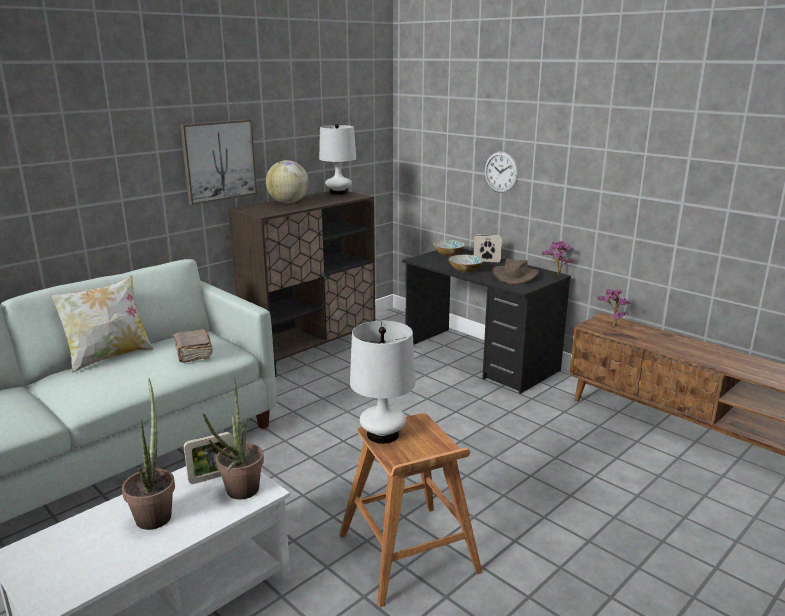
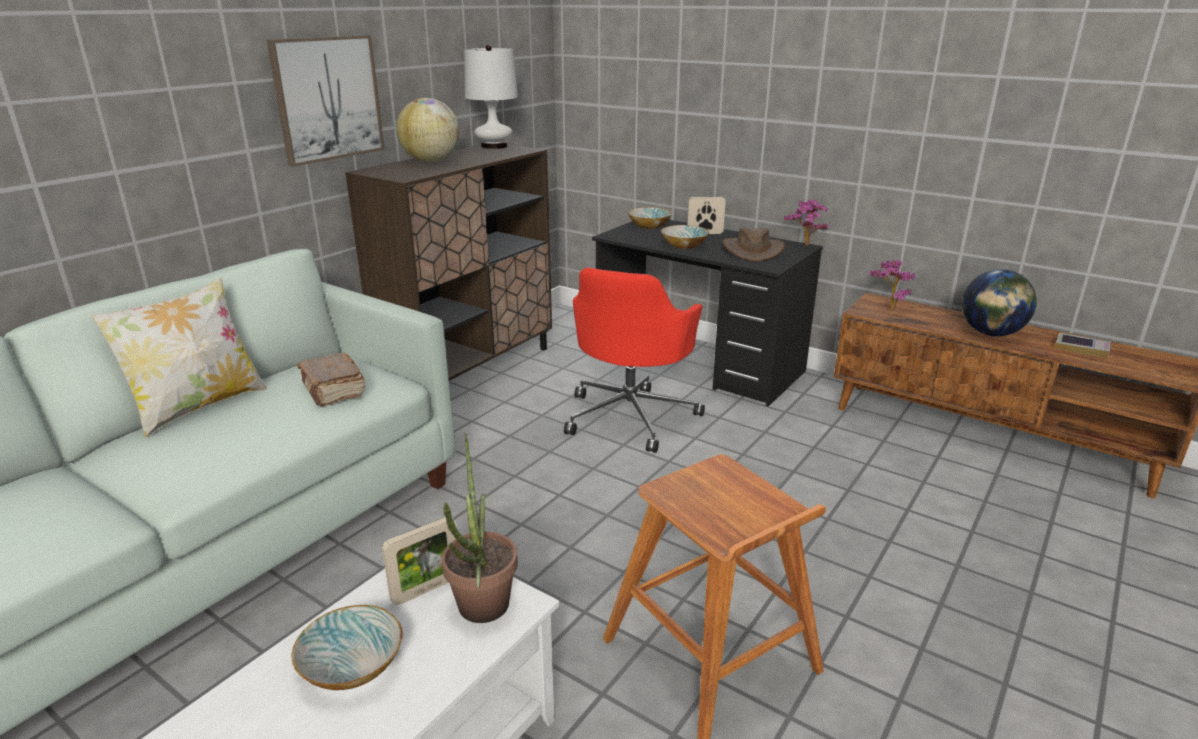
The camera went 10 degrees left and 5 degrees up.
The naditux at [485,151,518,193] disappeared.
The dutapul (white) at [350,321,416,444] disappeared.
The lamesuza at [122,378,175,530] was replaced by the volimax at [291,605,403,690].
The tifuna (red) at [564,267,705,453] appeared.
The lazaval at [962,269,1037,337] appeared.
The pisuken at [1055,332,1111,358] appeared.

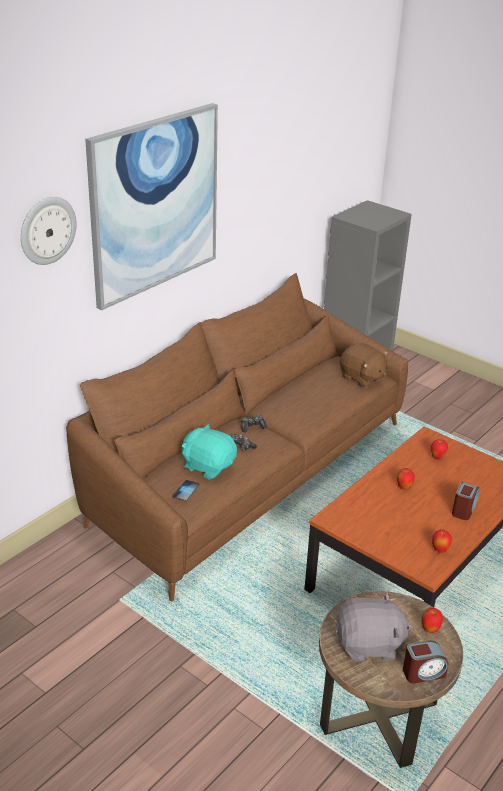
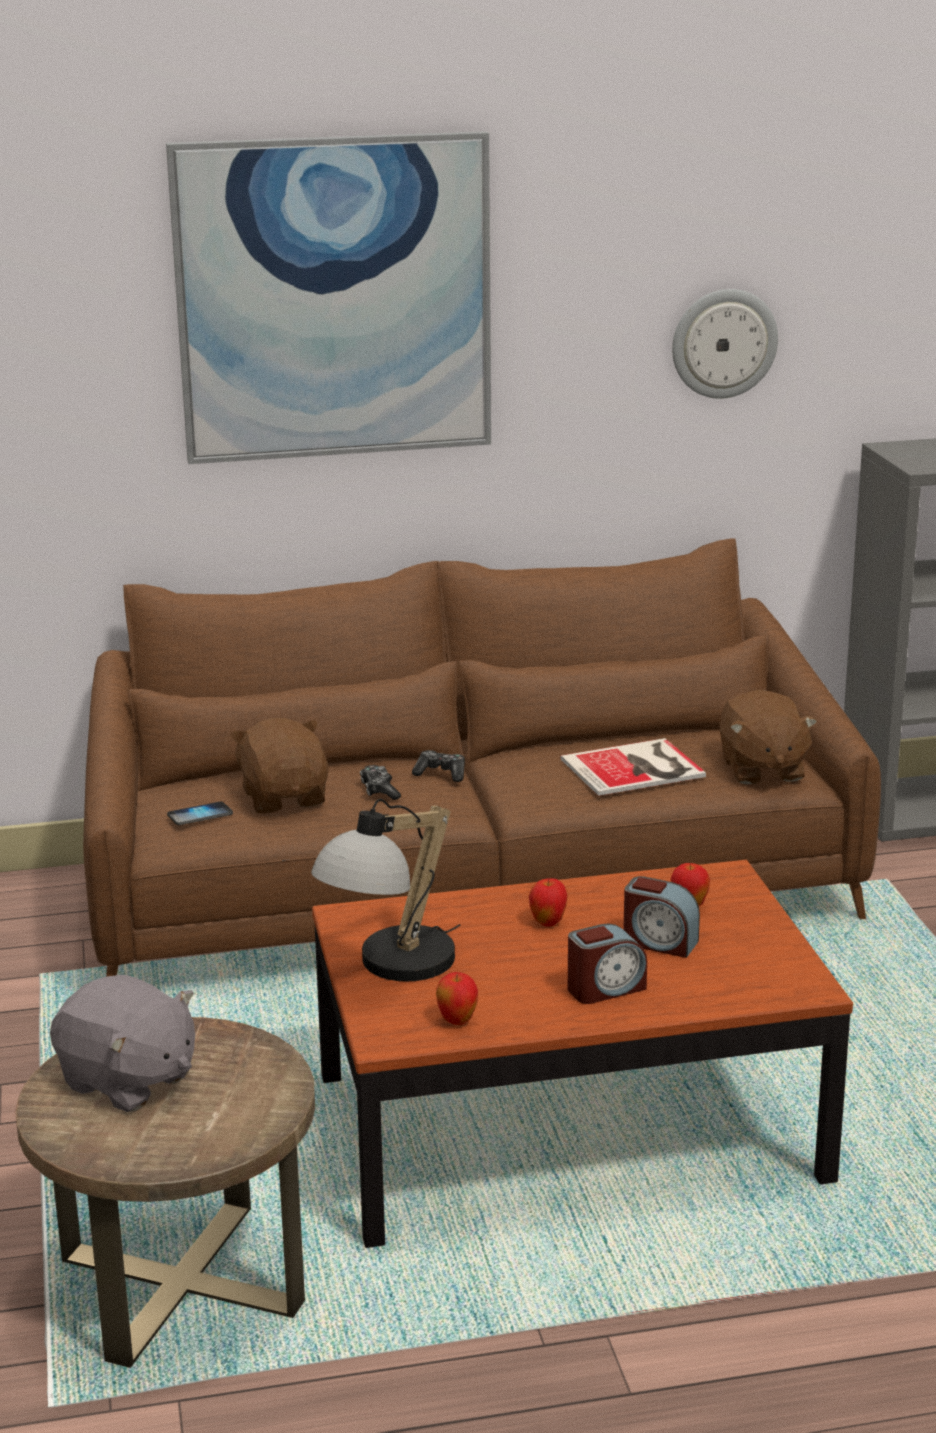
The camera went 40 degrees right and 10 degrees down.
The naditux moved from [21,197,77,265] to [672,289,778,399].
The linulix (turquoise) at [181,424,237,480] became the linulix (brown) at [229,718,329,814].
The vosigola at [422,608,443,633] disappeared.
The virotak moved from [403,640,448,683] to [623,876,700,958].
The pisuken at [560,738,706,796] appeared.
The dutapul at [311,799,461,981] appeared.

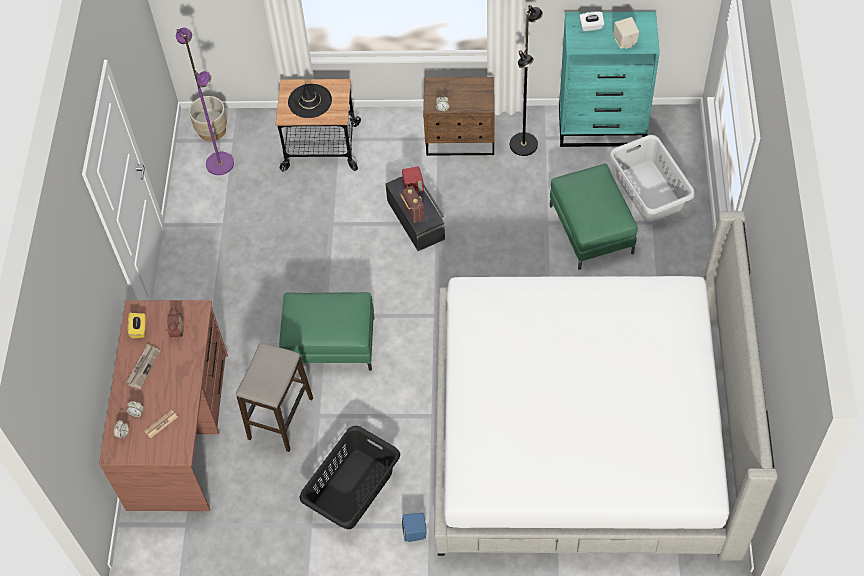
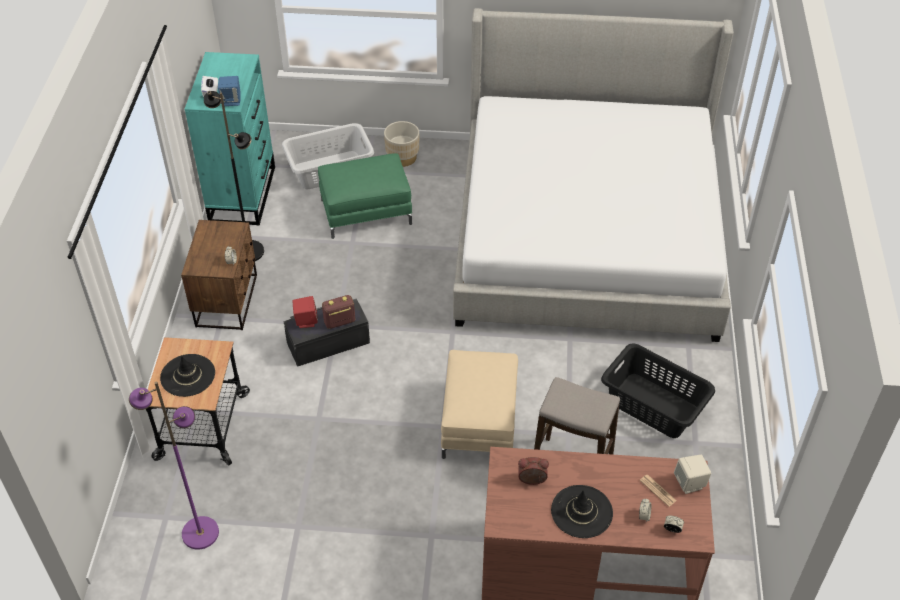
The camera went 90 degrees left and 10 degrees down.
The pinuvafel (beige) moved from [613,17,639,49] to [674,455,712,494].
The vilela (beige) moved from [189,96,227,141] to [384,121,419,167].
The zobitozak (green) at [279,292,375,371] became the zobitozak (beige) at [441,350,518,459].
The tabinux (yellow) at [128,313,145,338] disappeared.
The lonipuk at [127,344,160,389] was replaced by the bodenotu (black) at [551,485,613,538].
The pinuvafel (blue) moved from [402,513,427,542] to [218,76,240,106].

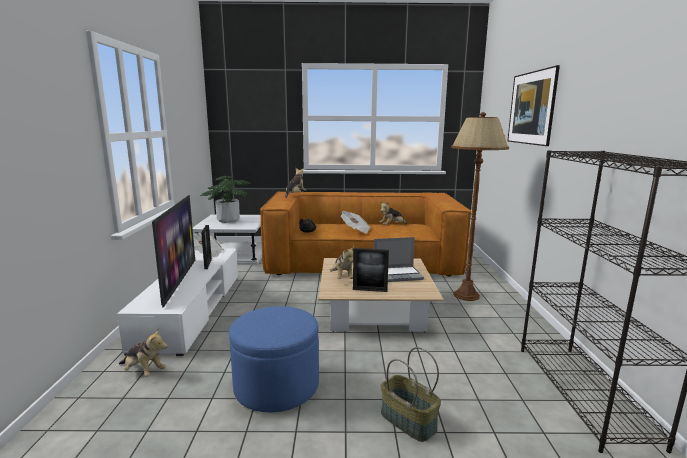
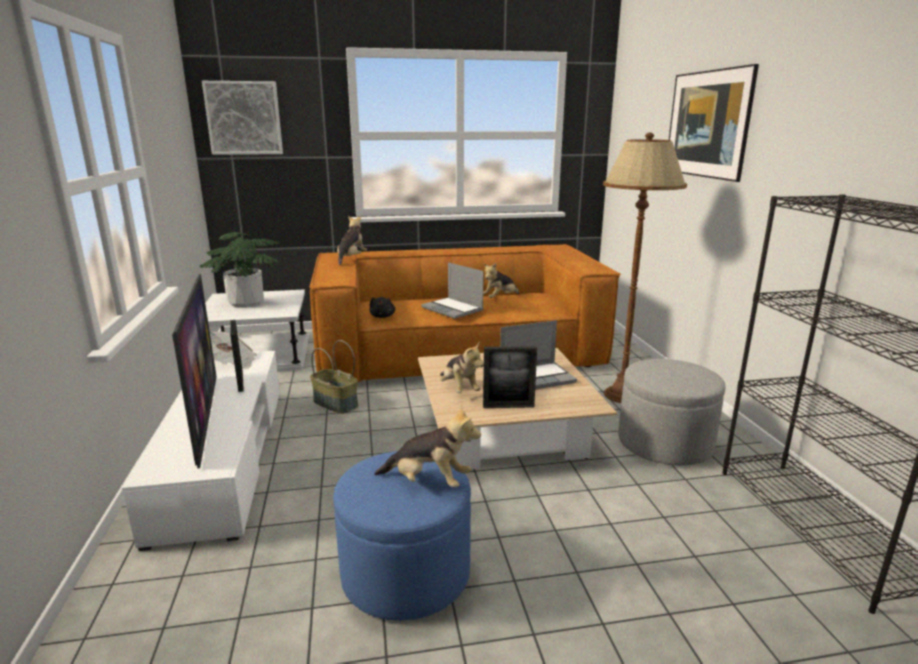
The camera went 10 degrees left and 5 degrees up.
The lonipuk at [341,211,371,233] was replaced by the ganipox at [421,262,484,319].
The linulix moved from [119,329,167,377] to [374,405,481,488].
The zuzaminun moved from [381,347,441,442] to [310,340,358,414].
The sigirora at [202,81,283,155] appeared.
The zobitozak (grey) at [618,359,725,466] appeared.

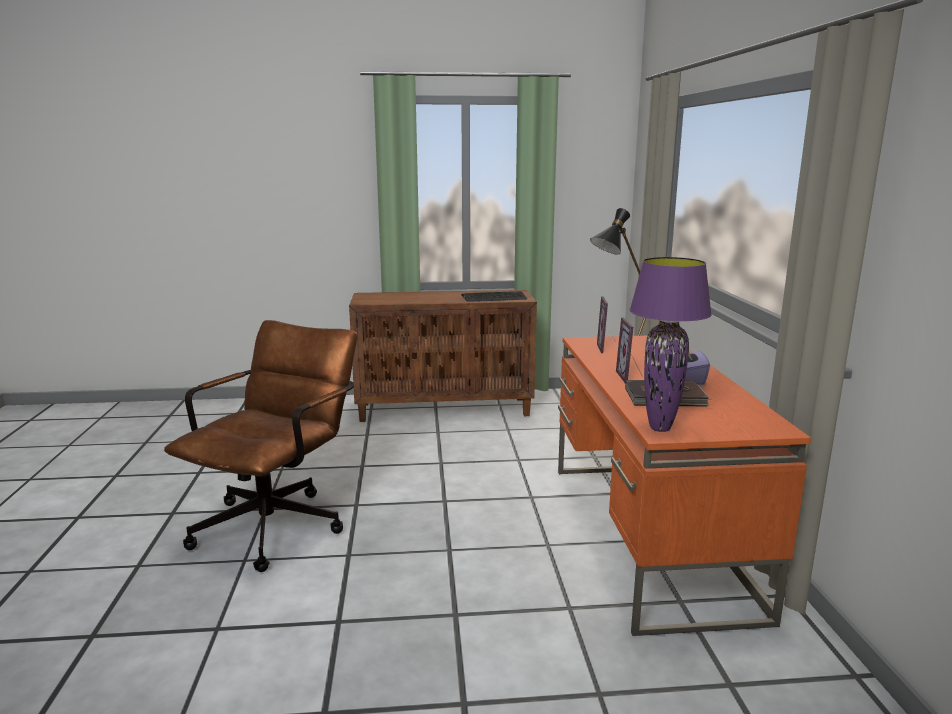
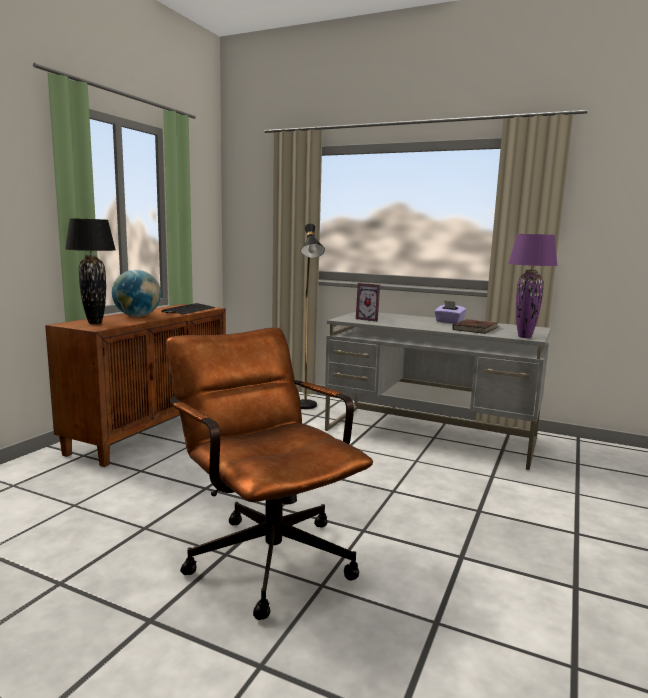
The camera went 60 degrees left and 5 degrees down.
The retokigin at [616,318,643,383] disappeared.
The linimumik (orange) at [558,336,811,636] became the linimumik (grey) at [325,312,551,470].
The dutapul (black) at [65,218,116,324] appeared.
The lazaval at [112,270,161,317] appeared.

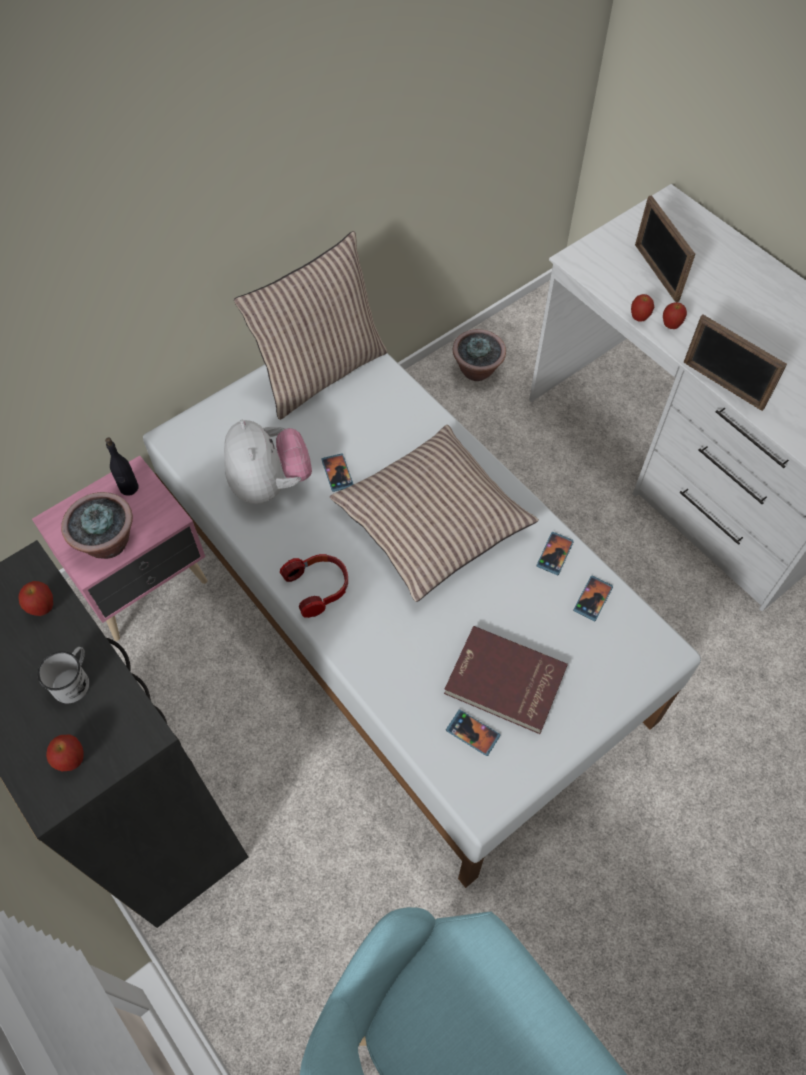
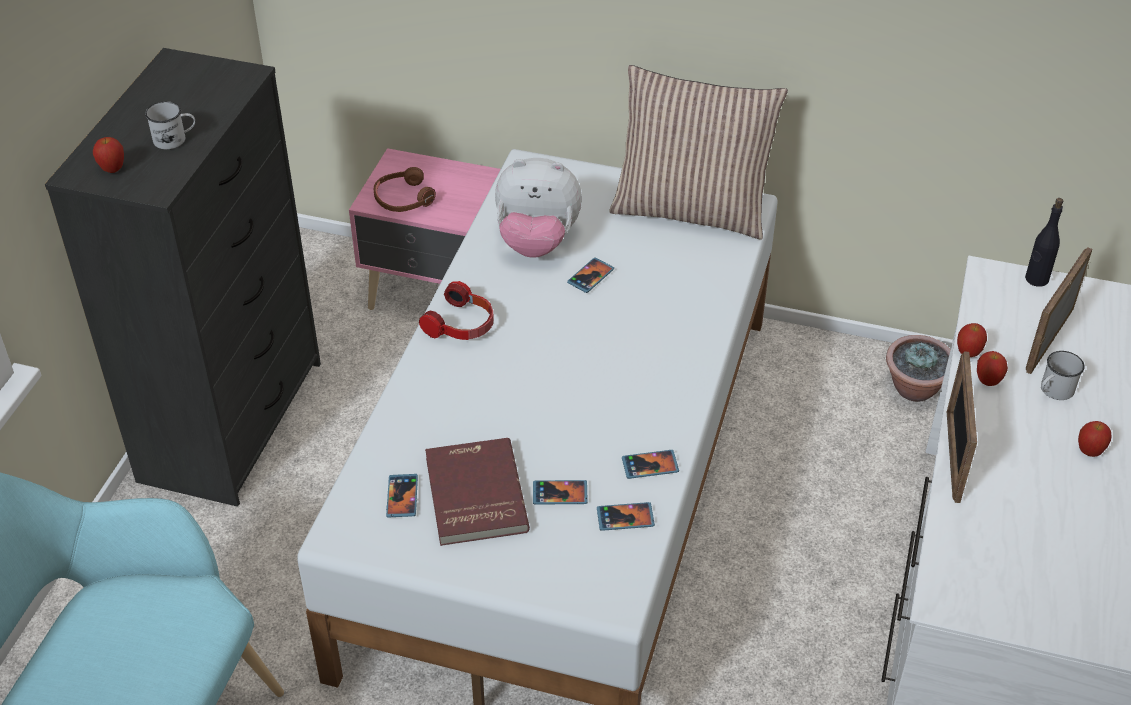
The camera went 55 degrees right and 15 degrees down.
The linulix at [224,420,312,504] turned 60 degrees clockwise.
The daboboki at [330,425,539,602] disappeared.
The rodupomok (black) moved from [105,438,138,496] to [1025,198,1063,287].
The lamesuza at [61,492,133,559] was replaced by the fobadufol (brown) at [374,167,436,212].
The vosigola moved from [19,581,53,616] to [1078,421,1112,457].
The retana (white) at [1041,351,1085,400] appeared.
The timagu at [533,480,588,505] appeared.

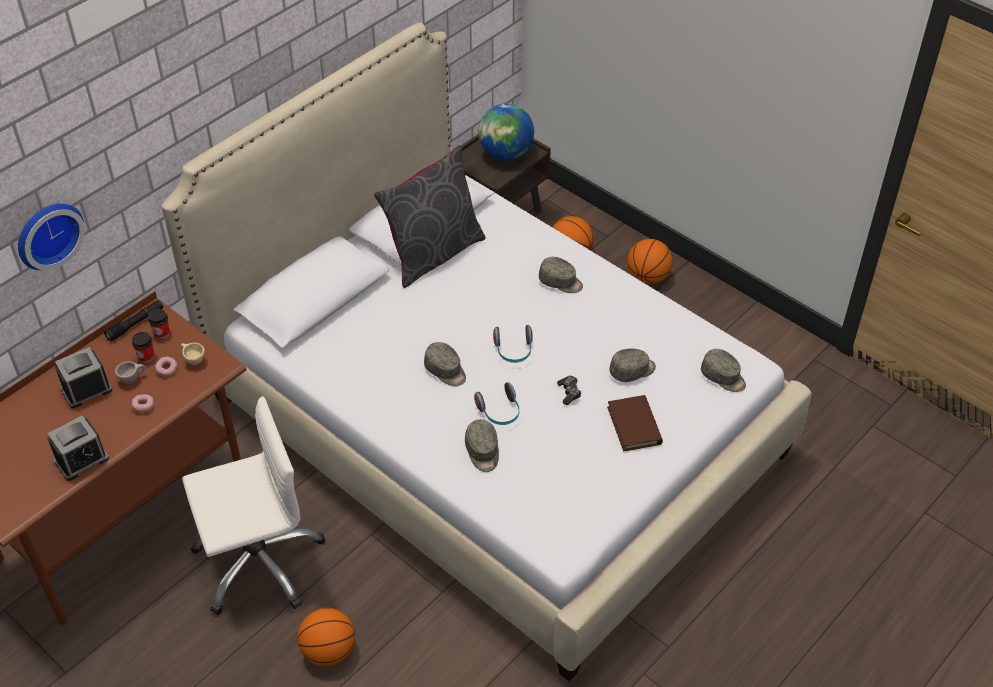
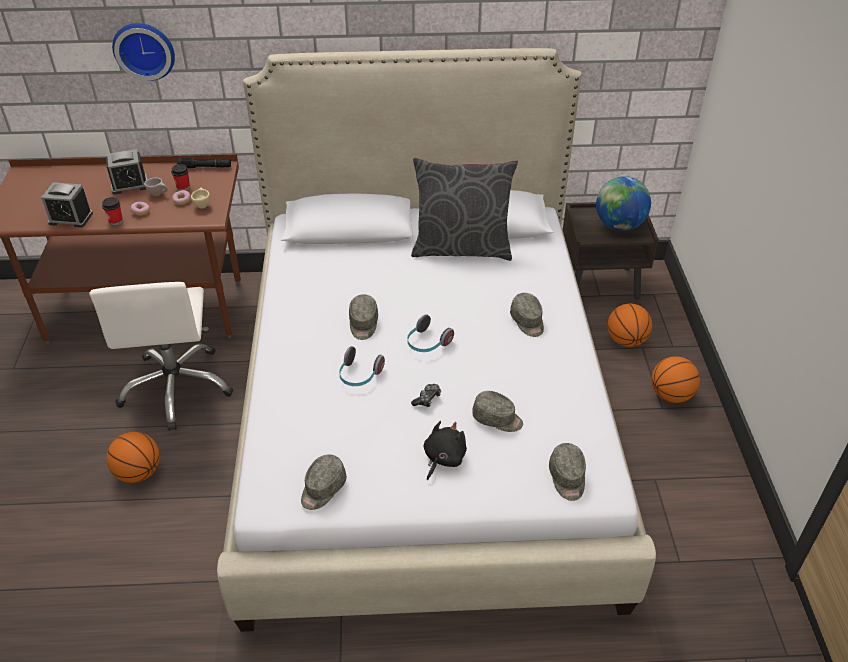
The camera went 45 degrees right and 5 degrees down.
The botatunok moved from [148,309,170,339] to [102,197,123,226].
The virotak at [55,347,113,409] turned 150 degrees clockwise.
The pisuken (brown) at [607,395,663,452] was replaced by the linulix (black) at [424,421,467,480].
The tifuna (white) at [182,396,326,615] turned 60 degrees clockwise.
The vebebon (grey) moved from [465,419,499,472] to [301,454,347,510].

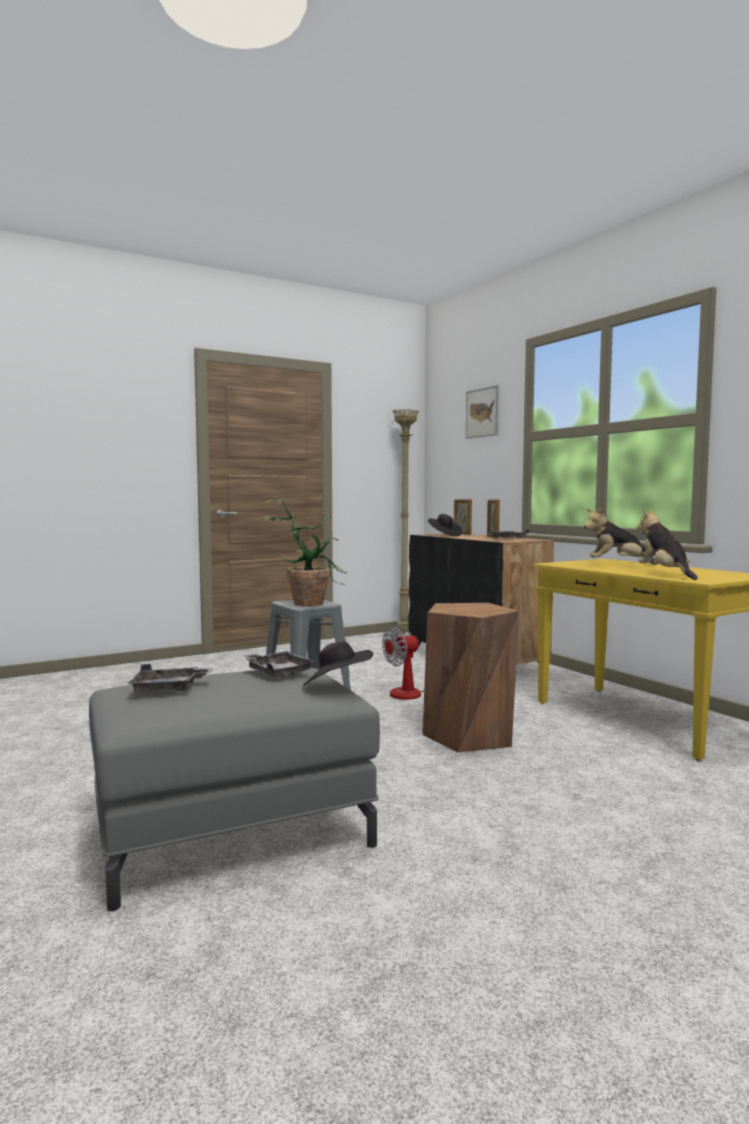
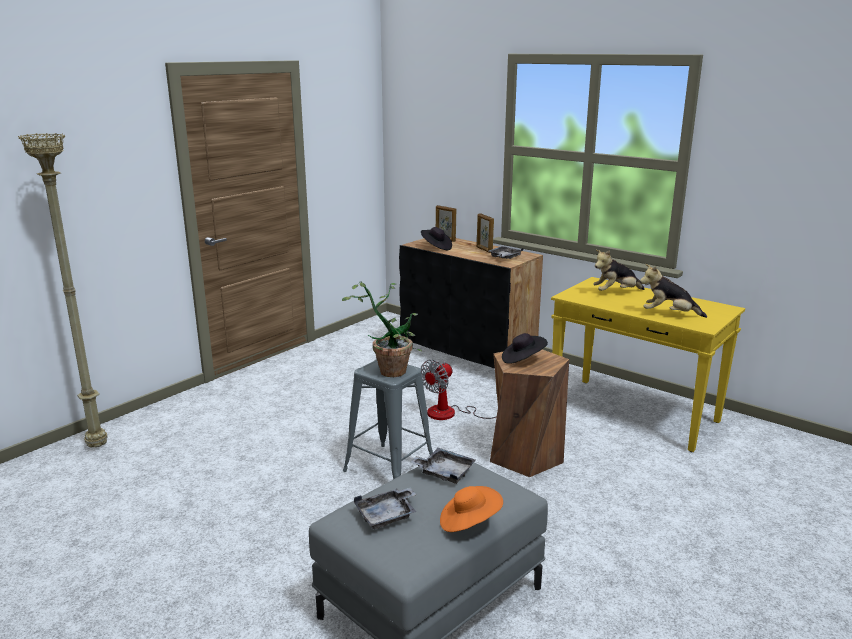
The camera went 20 degrees left and 15 degrees up.
The sigirora at [466,385,499,439] disappeared.
The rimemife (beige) moved from [393,409,419,633] to [18,133,108,448].
The linulix at [636,509,698,580] turned 45 degrees counterclockwise.
The bodenotu (black) moved from [303,641,373,686] to [502,333,548,364].
The bodenotu (orange) at [440,486,503,532] appeared.

